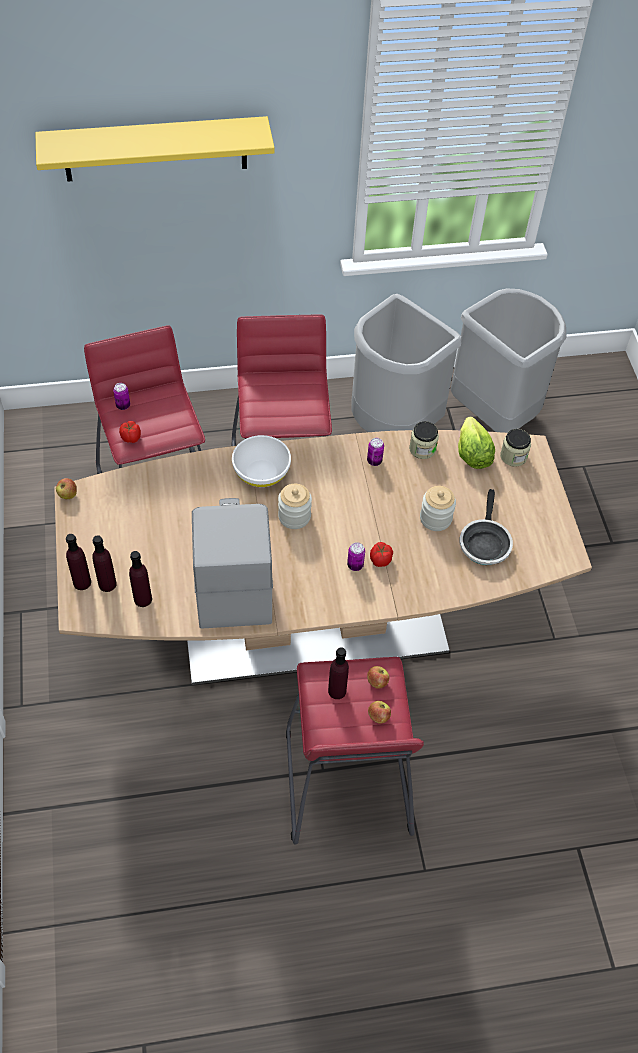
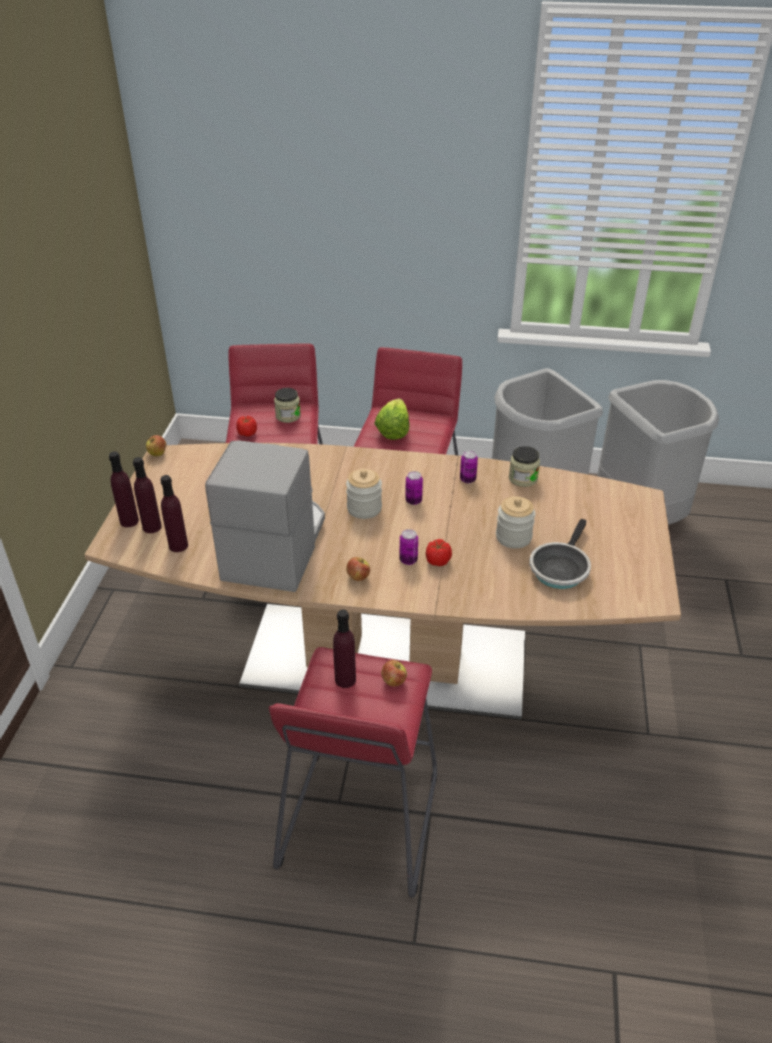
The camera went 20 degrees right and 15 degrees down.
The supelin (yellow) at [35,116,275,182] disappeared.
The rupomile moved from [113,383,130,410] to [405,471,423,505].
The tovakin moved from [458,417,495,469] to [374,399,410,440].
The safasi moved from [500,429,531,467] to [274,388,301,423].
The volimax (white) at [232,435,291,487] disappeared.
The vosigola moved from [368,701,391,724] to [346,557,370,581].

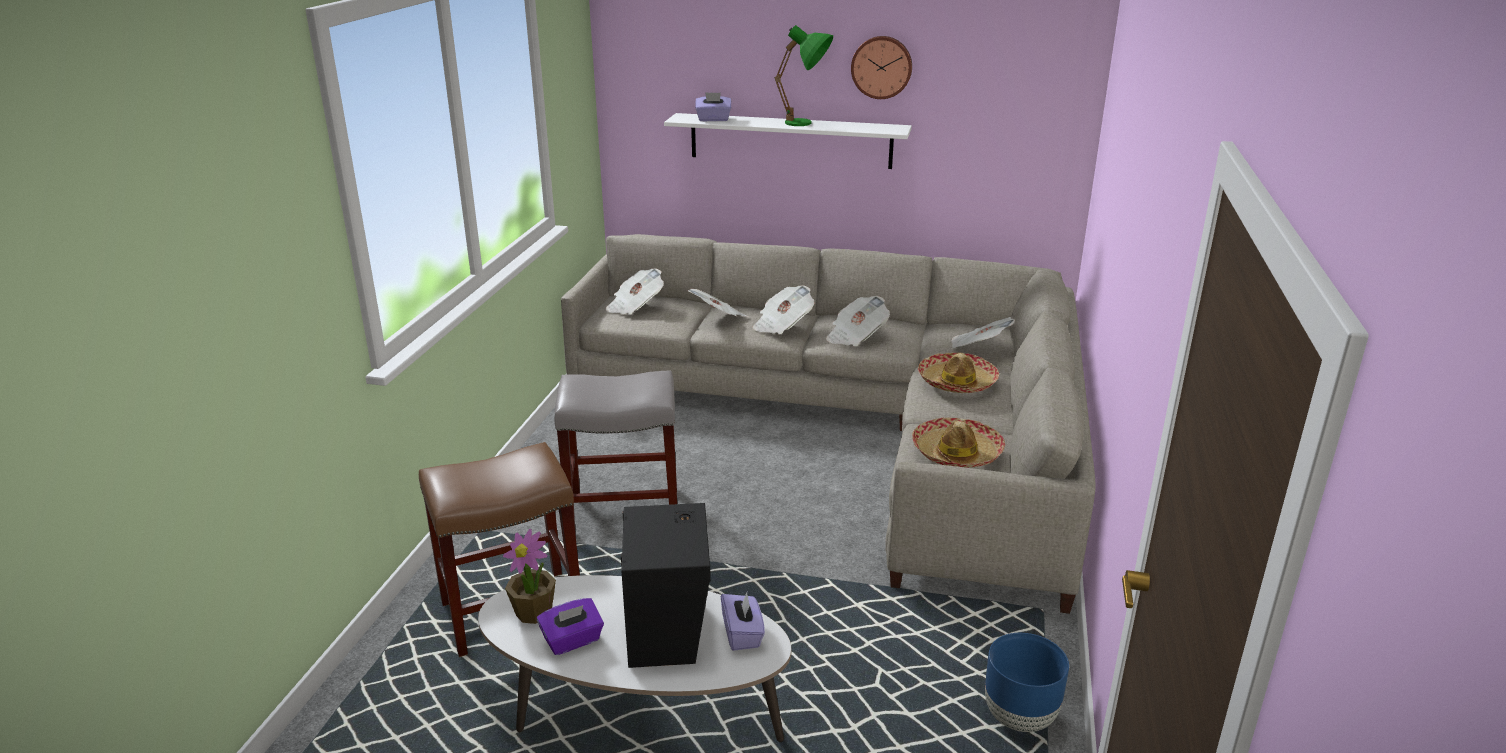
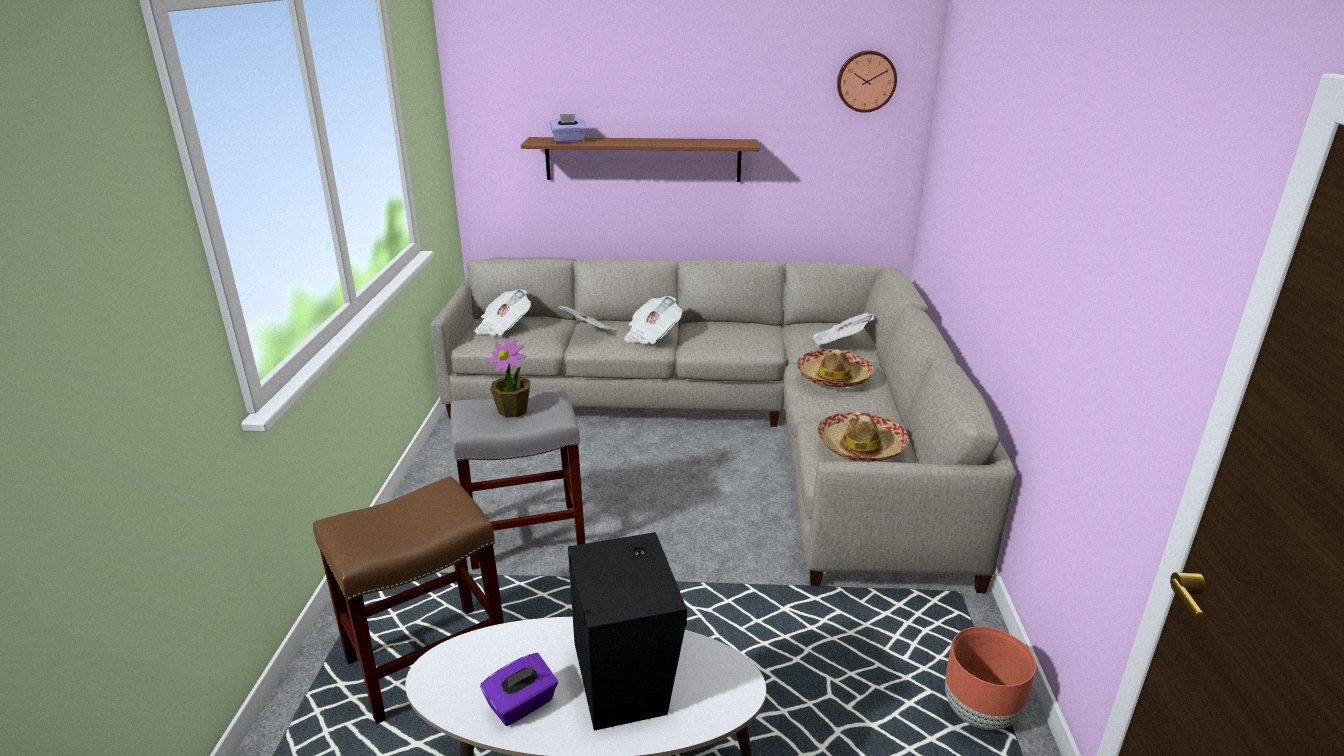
The camera went 10 degrees left and 0 degrees up.
The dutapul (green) at [774,25,833,126] disappeared.
The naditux moved from [851,36,912,99] to [837,51,897,113].
The supelin (white) at [664,113,912,169] became the supelin (brown) at [521,137,759,182].
The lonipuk at [826,296,890,346] disappeared.
The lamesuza moved from [503,529,556,624] to [487,338,531,417].
The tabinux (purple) at [721,592,765,651] disappeared.
The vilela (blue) at [985,633,1069,732] became the vilela (brown) at [945,627,1036,730].

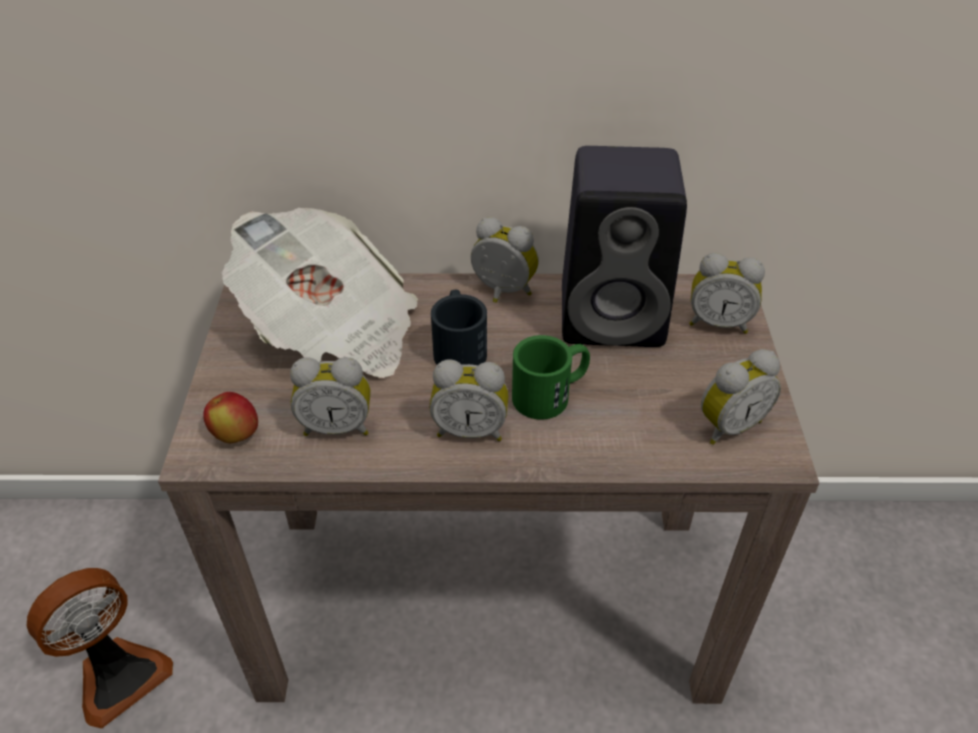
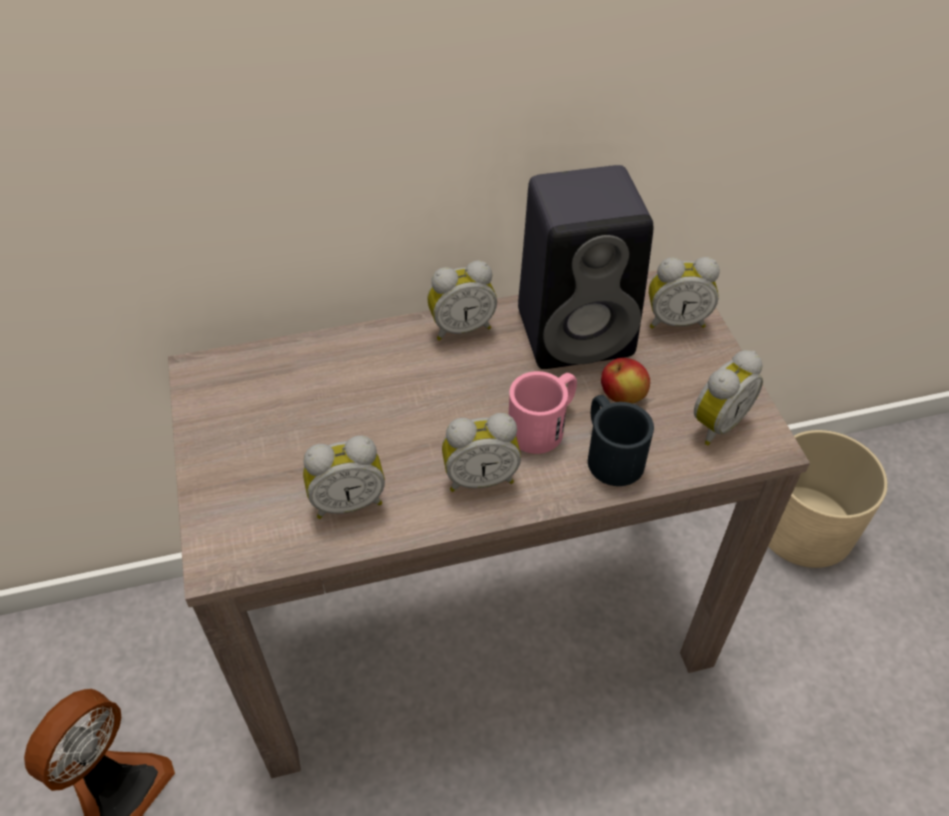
The camera went 15 degrees left and 5 degrees up.
The lonipuk at [222,208,418,378] disappeared.
The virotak at [471,217,539,303] turned 150 degrees clockwise.
The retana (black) moved from [431,290,487,365] to [588,395,654,486].
The retana (green) at [512,335,590,420] became the retana (pink) at [509,371,577,454].
The vosigola moved from [203,392,258,443] to [601,358,650,404].
The vilela (beige) at [768,430,888,568] appeared.

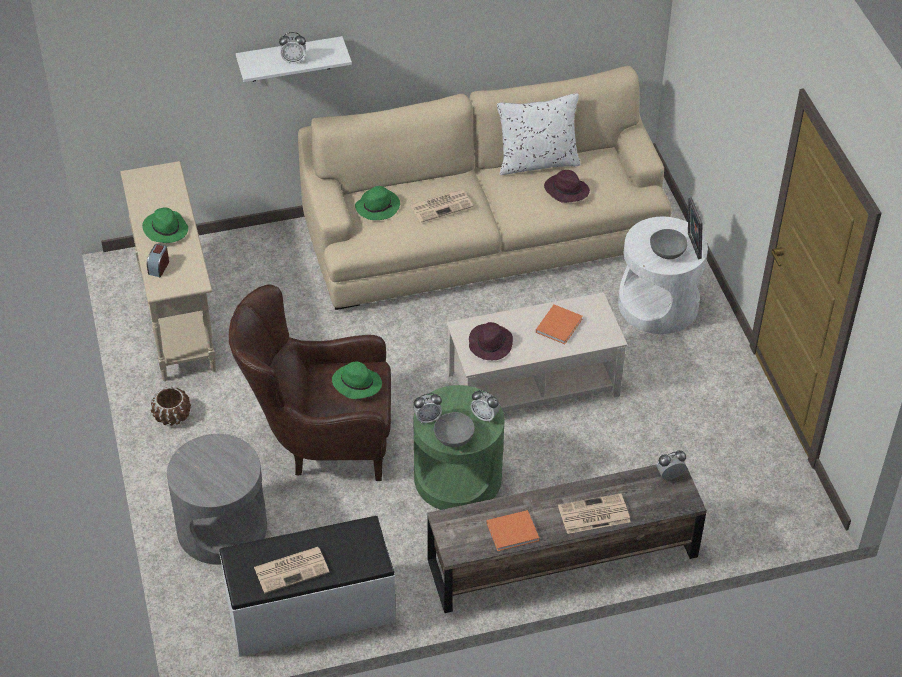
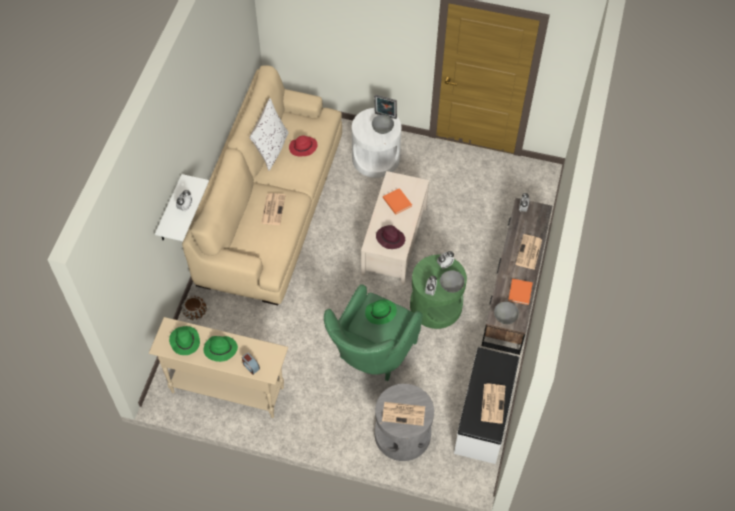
The camera went 60 degrees left and 10 degrees up.
The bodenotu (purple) at [544,170,590,203] became the bodenotu (red) at [289,136,318,156].
The bodenotu (green) moved from [355,186,400,220] to [169,326,200,355].
The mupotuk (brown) at [229,284,391,481] became the mupotuk (green) at [324,284,422,381].
The vilela (brown) moved from [151,387,191,426] to [181,296,207,320].
The volimax (grey) at [494,302,519,324] appeared.
The lonipuk at [382,402,425,426] appeared.

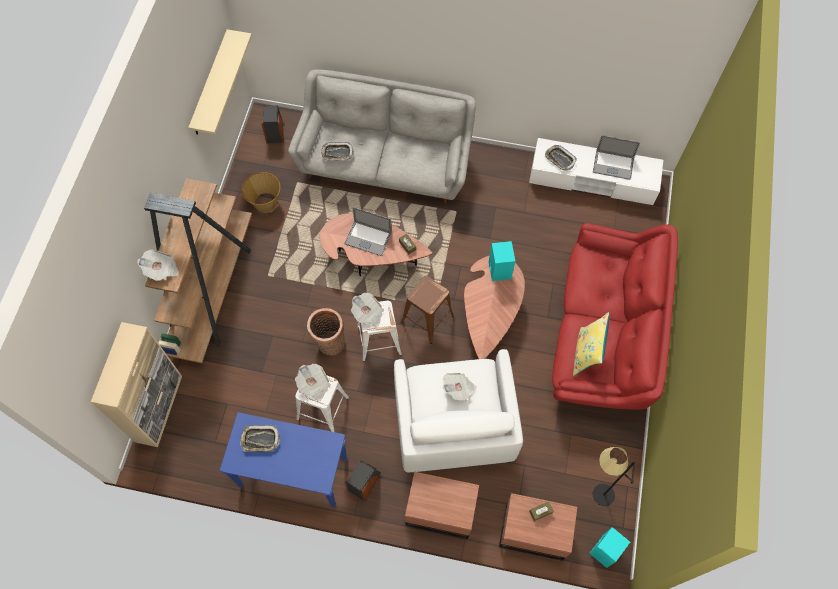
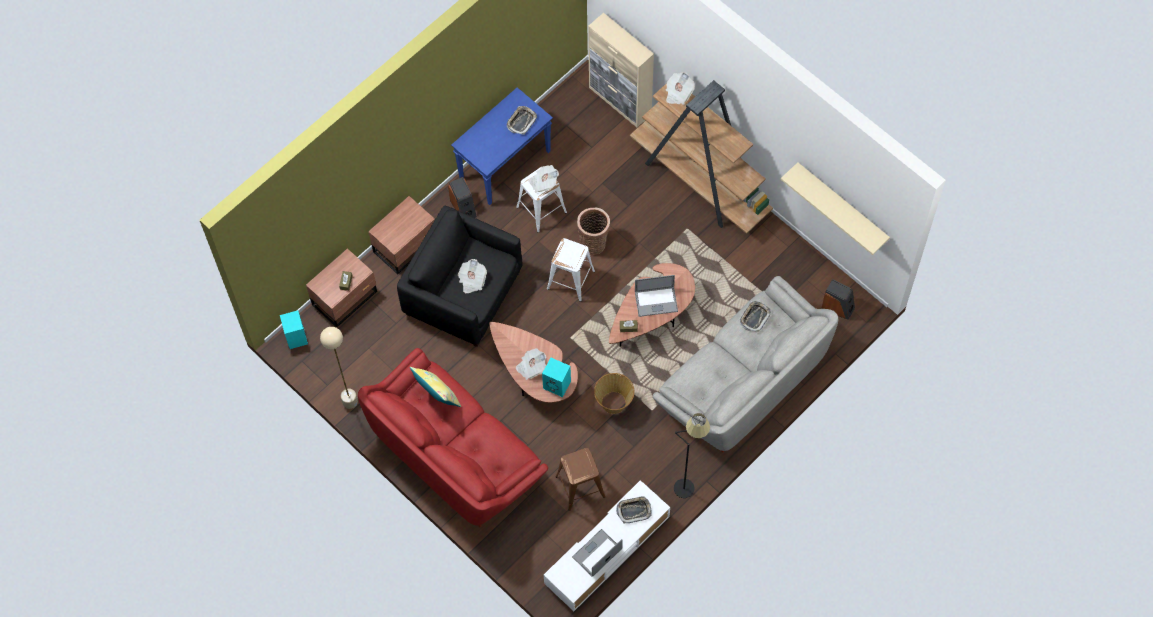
The camera went 125 degrees right and 0 degrees up.
The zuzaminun moved from [242,172,281,213] to [594,373,635,414].
The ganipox at [344,207,392,256] turned 150 degrees counterclockwise.
The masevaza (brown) moved from [400,276,454,344] to [556,448,605,511].
The lonipuk moved from [351,293,384,327] to [516,348,547,380].
The mupotuk (white) at [394,349,523,473] became the mupotuk (black) at [397,206,522,347].
The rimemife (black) moved from [593,447,636,506] to [674,413,710,498].
The rimemife (beige) at [320,327,358,409] appeared.

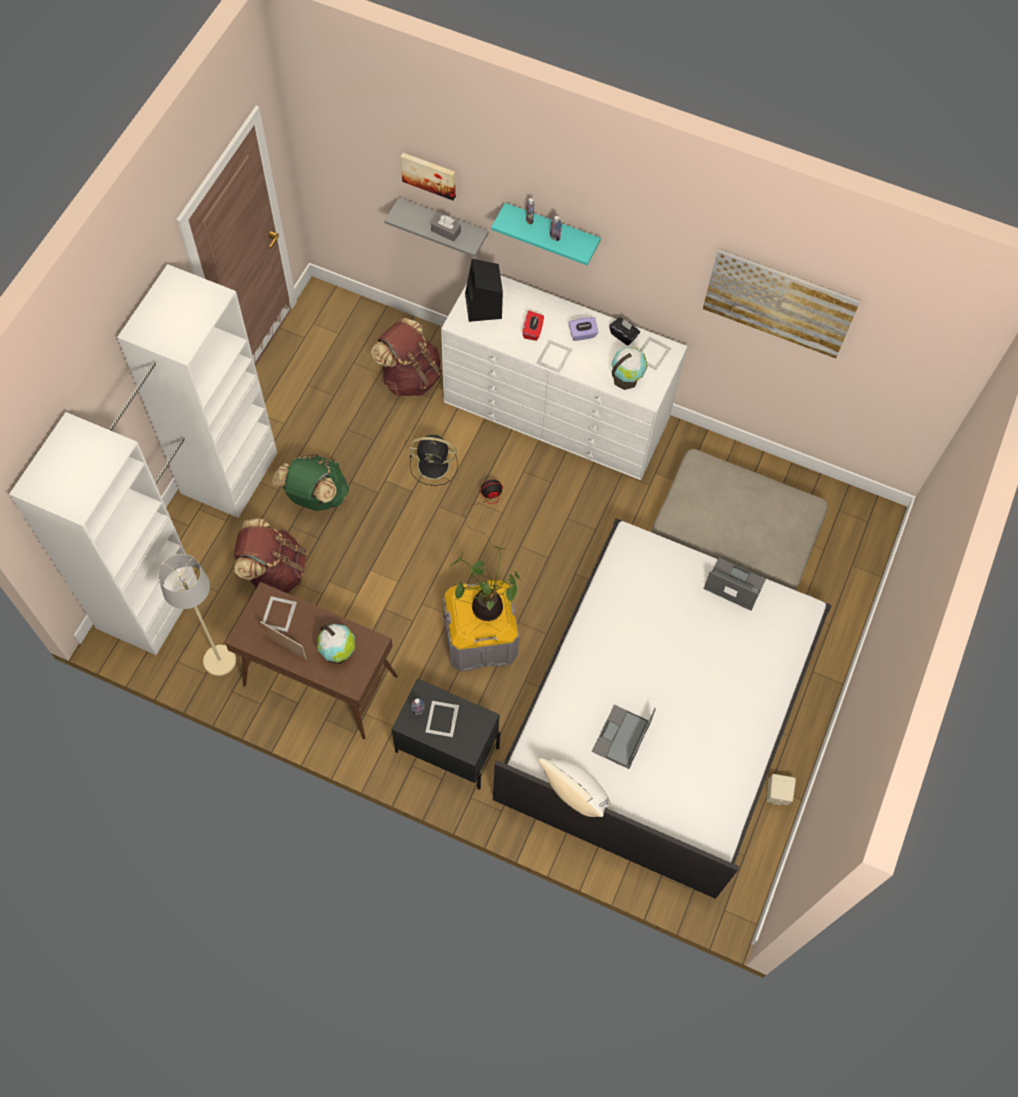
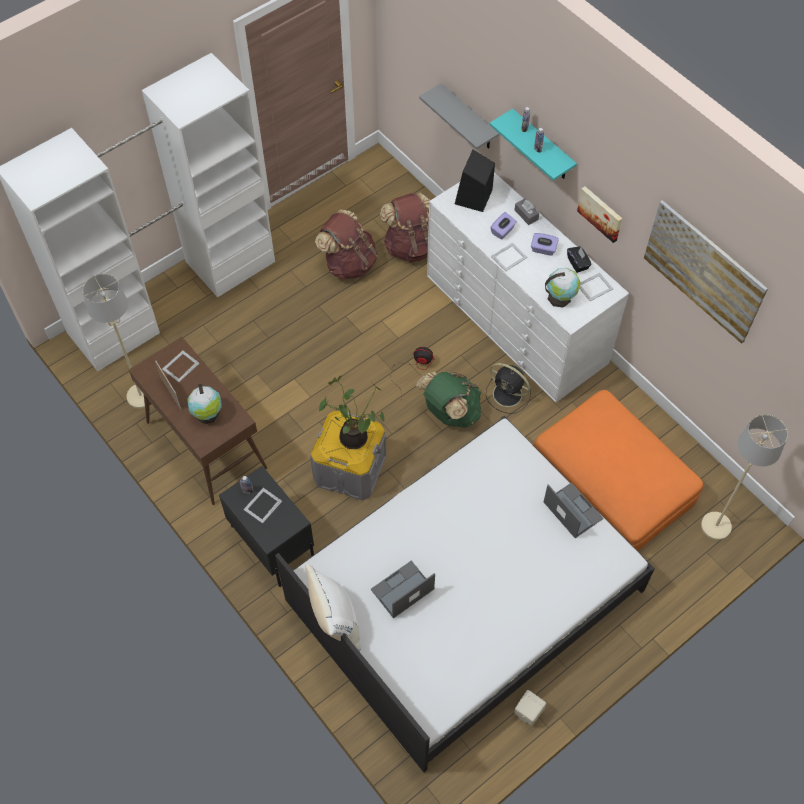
The camera went 30 degrees right and 5 degrees down.
The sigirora moved from [401,153,456,201] to [577,186,622,243].
The tabinux (grey) moved from [431,214,461,242] to [515,198,539,225].
The tabinux (red) at [522,311,544,341] became the tabinux (purple) at [490,212,517,240].
The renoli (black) moved from [409,435,458,486] to [486,363,531,414].
The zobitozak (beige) at [651,449,828,590] became the zobitozak (orange) at [534,390,703,551].
The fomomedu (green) moved from [272,454,349,511] to [416,371,482,428].
The fomomedu (brown) moved from [234,518,306,593] to [315,209,378,280].
The rimemife (beige) at [701,414,788,540] appeared.

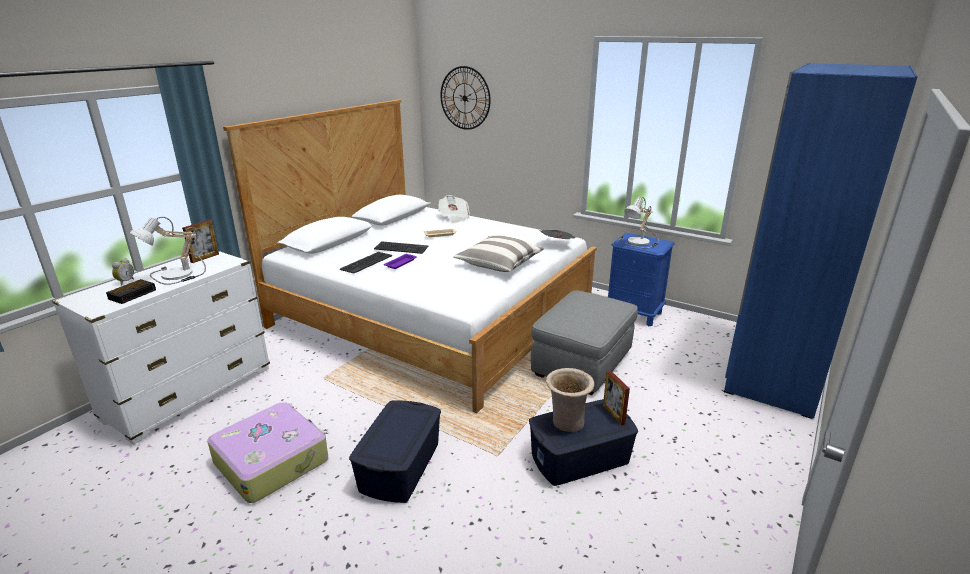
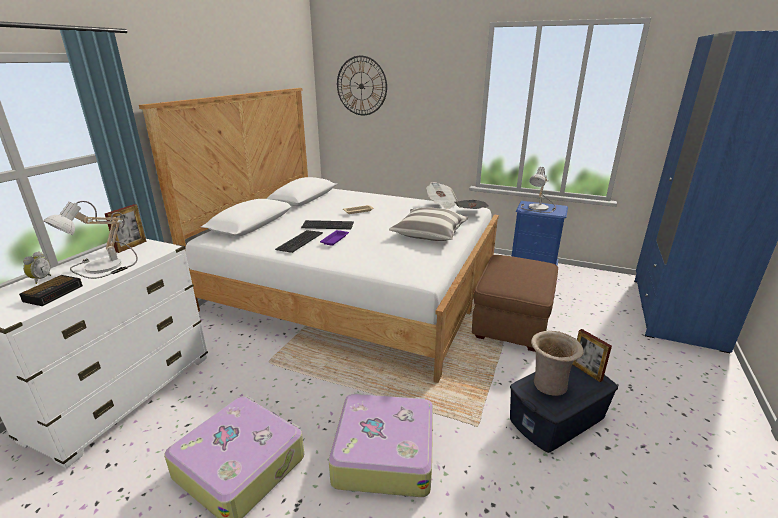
The camera went 10 degrees left and 0 degrees up.
The lonipuk moved from [438,195,470,223] to [426,182,457,209].
The zobitozak (grey) at [531,290,638,395] became the zobitozak (brown) at [472,255,558,352].
The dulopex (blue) at [349,400,441,503] was replaced by the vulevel at [329,393,433,497].

